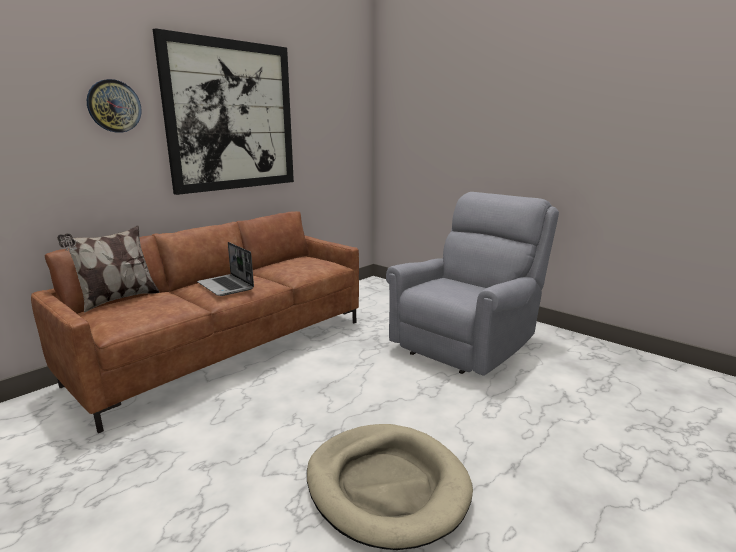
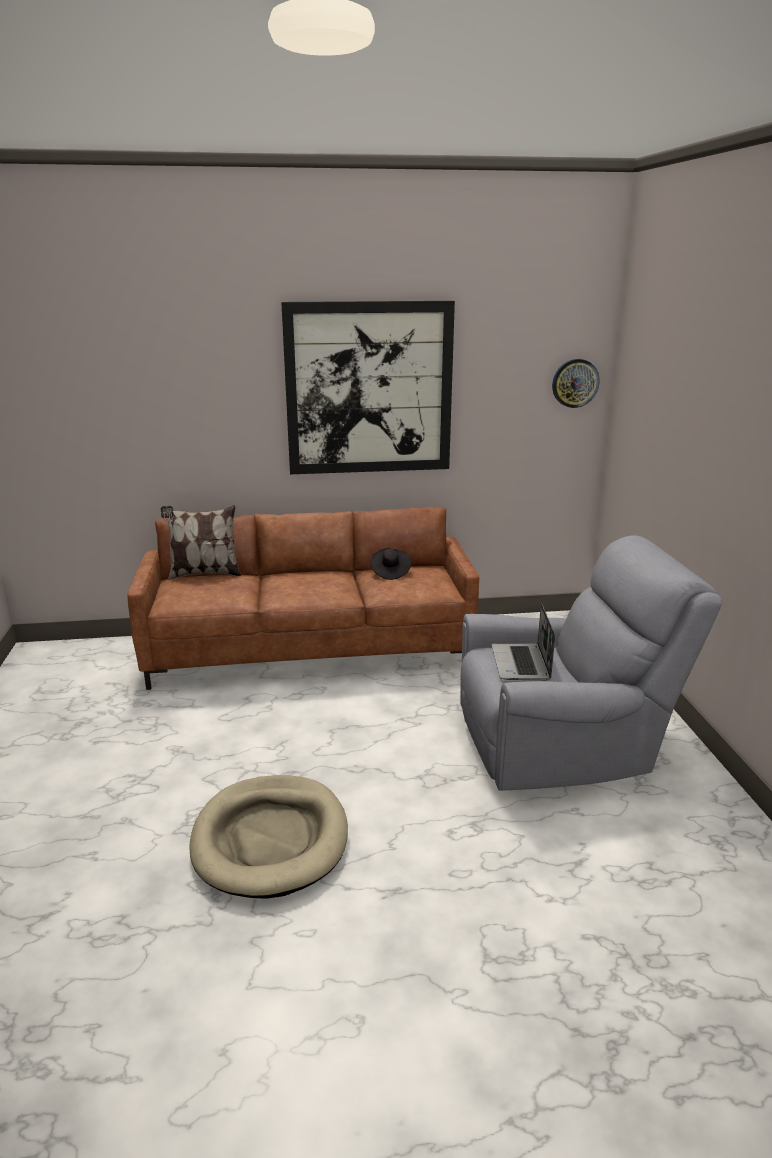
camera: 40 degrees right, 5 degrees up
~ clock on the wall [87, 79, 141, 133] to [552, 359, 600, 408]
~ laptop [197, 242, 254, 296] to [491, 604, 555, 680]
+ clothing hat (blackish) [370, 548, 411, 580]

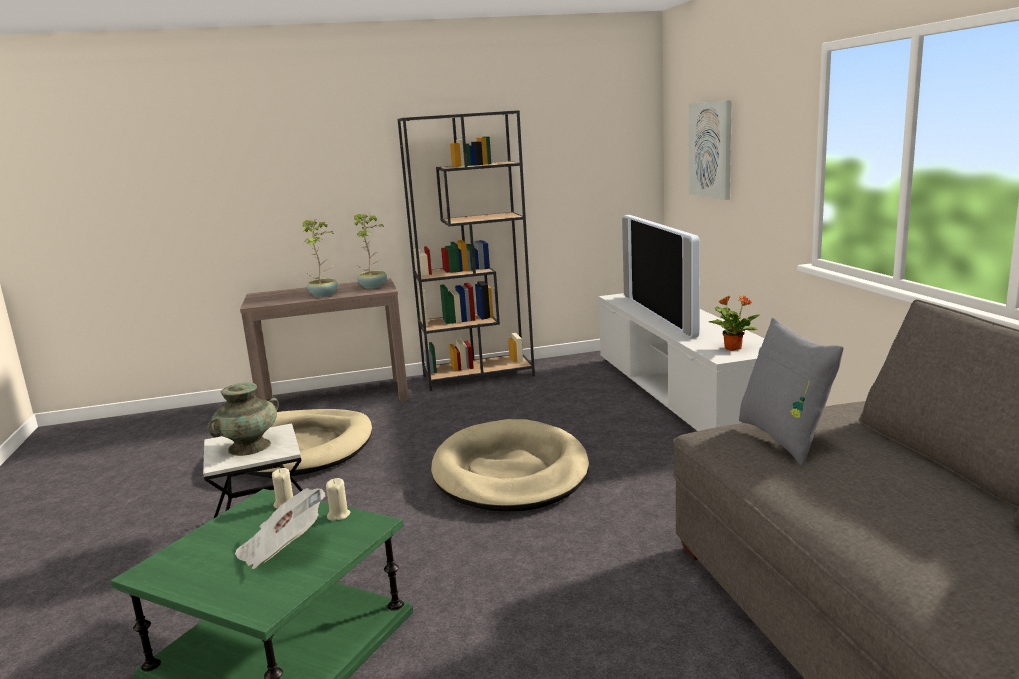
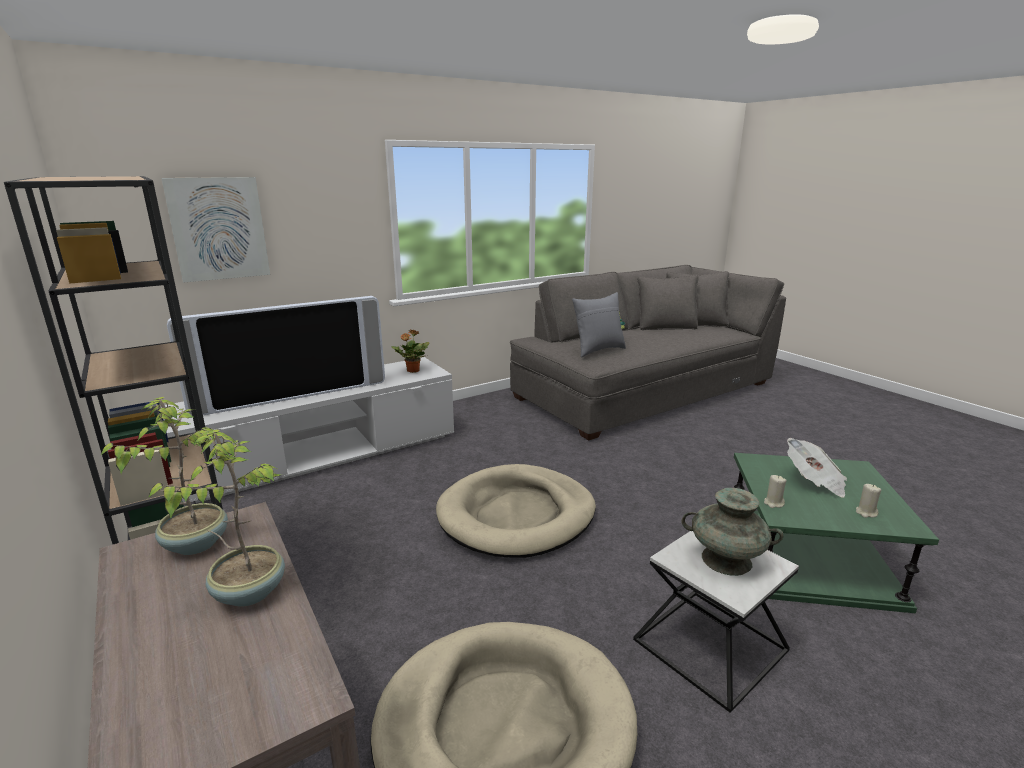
camera: 110 degrees left, 5 degrees up
~ wax candle (sand-coloured) [326, 478, 350, 521] to [856, 484, 882, 518]

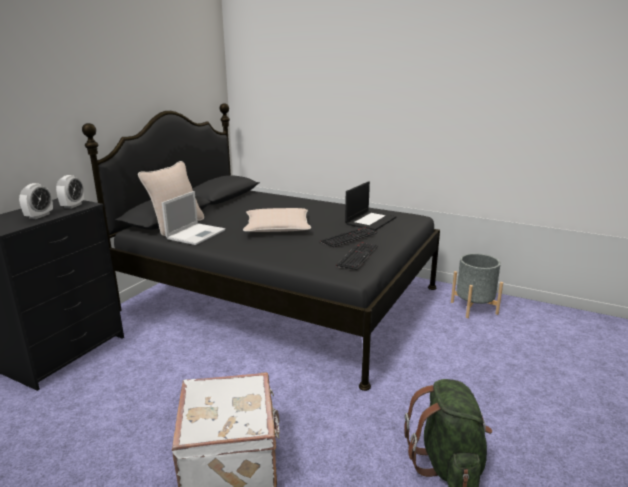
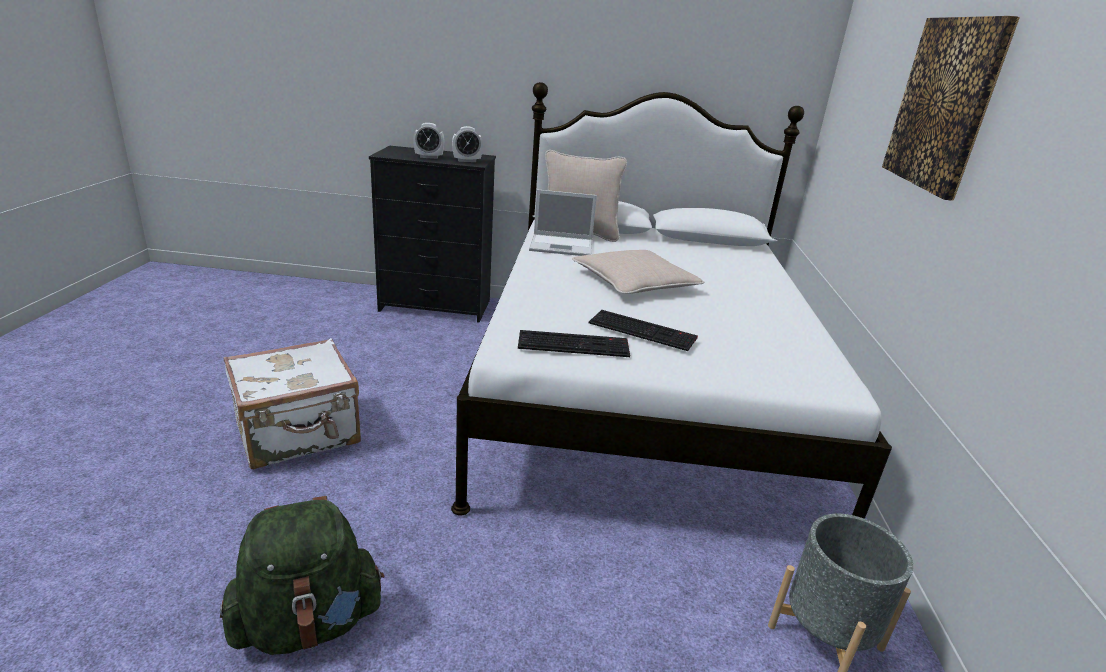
camera: 65 degrees right, 5 degrees up
~ sleeping bed (blackish) [82, 103, 440, 391] to sleeping bed (white-coloured) [451, 82, 892, 519]
- laptop [345, 181, 396, 231]
+ picture [882, 16, 1020, 201]

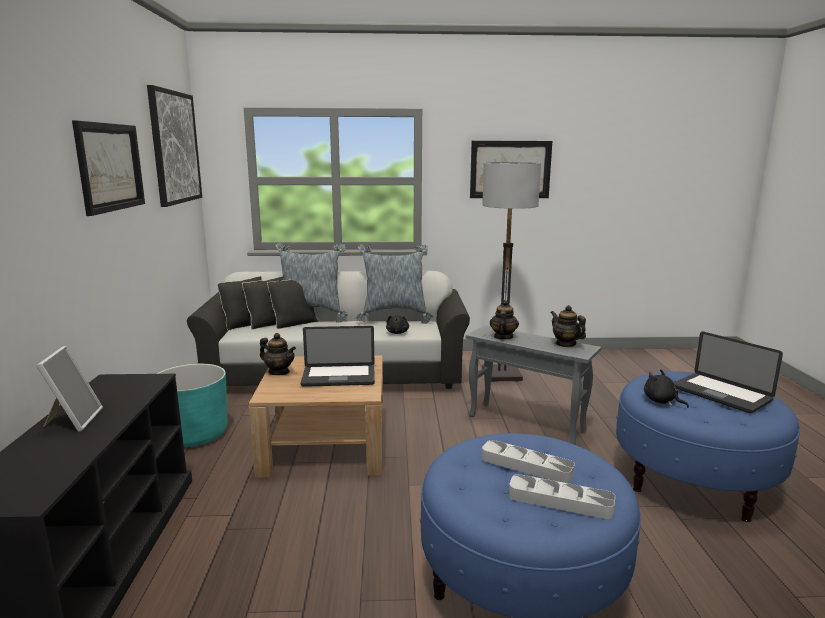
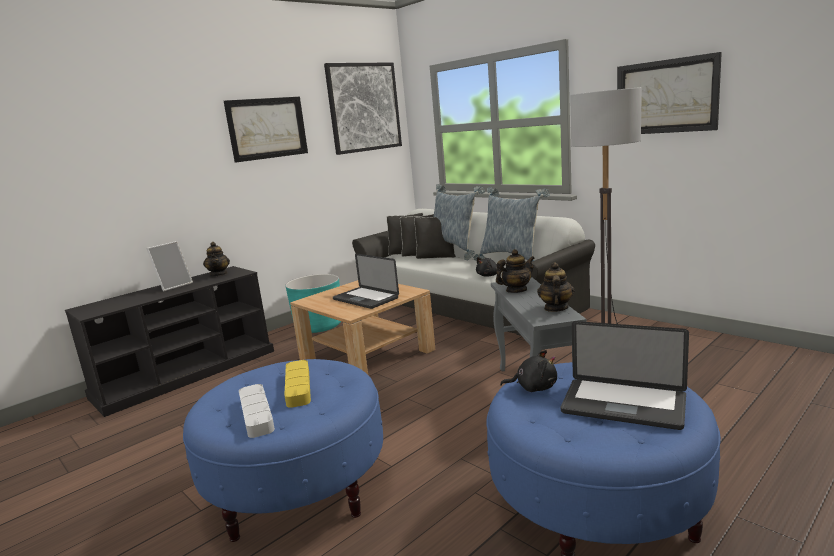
camera: 50 degrees right, 0 degrees up
~ laptop [674, 331, 783, 413] = [561, 321, 689, 430] 75 degrees counterclockwise
~ pot for tea [260, 333, 296, 375] to [203, 242, 230, 276]
~ soft toy (blackish) [644, 369, 689, 408] = [500, 350, 557, 392] 90 degrees clockwise
~ serving tray (greyish) [482, 440, 575, 483] to serving tray (yellow) [284, 360, 311, 408]

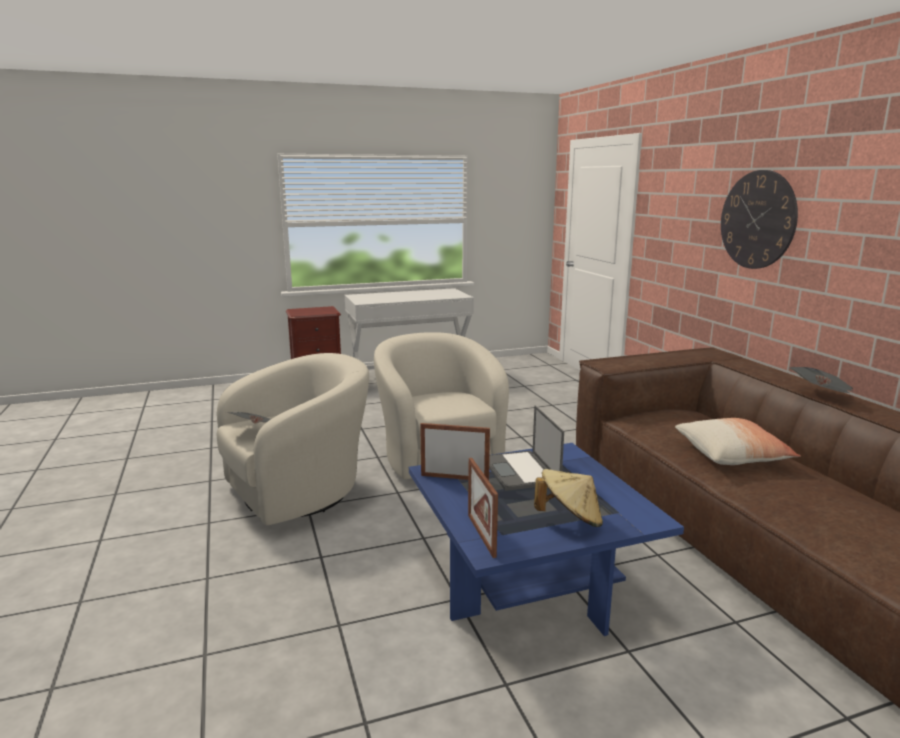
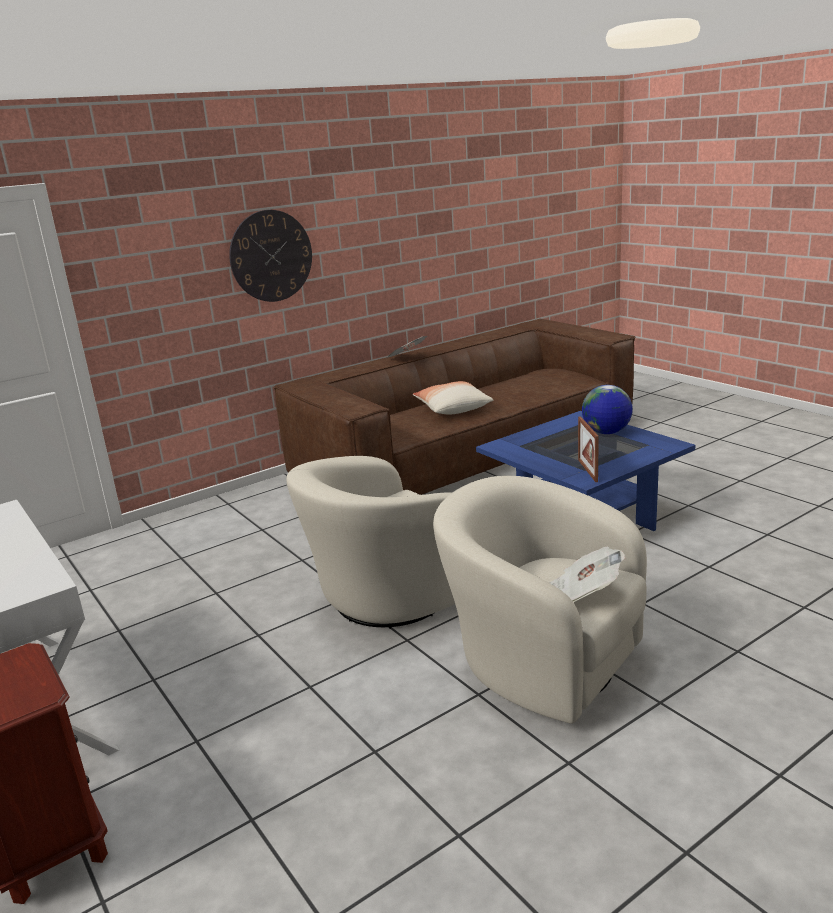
camera: 105 degrees left, 5 degrees up
- laptop [489, 406, 564, 491]
- picture frame [468, 458, 498, 558]
~ clothing hat (sand-coloured) [534, 469, 603, 527] to desk globe [582, 385, 633, 434]

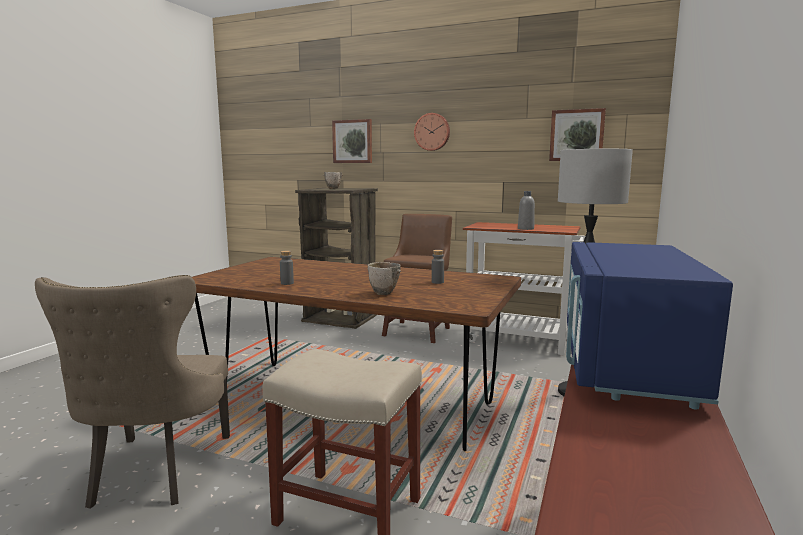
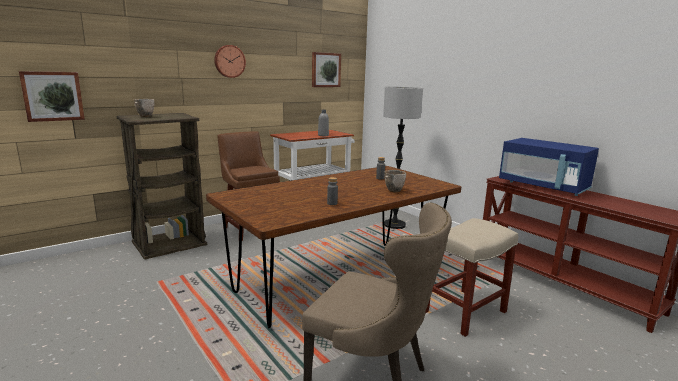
camera: 60 degrees left, 5 degrees up
~ picture [332, 119, 372, 163] to [19, 71, 85, 122]

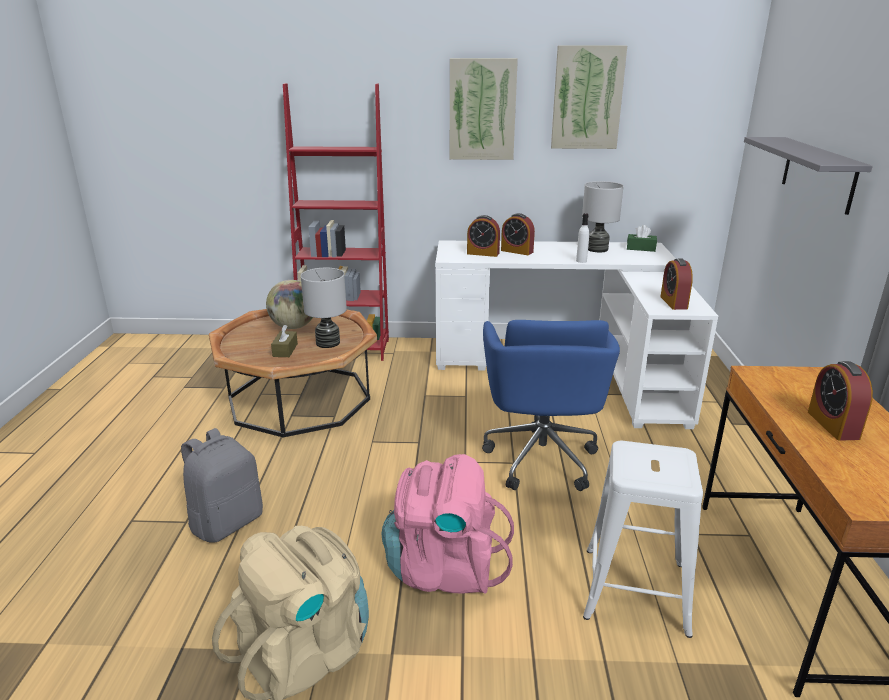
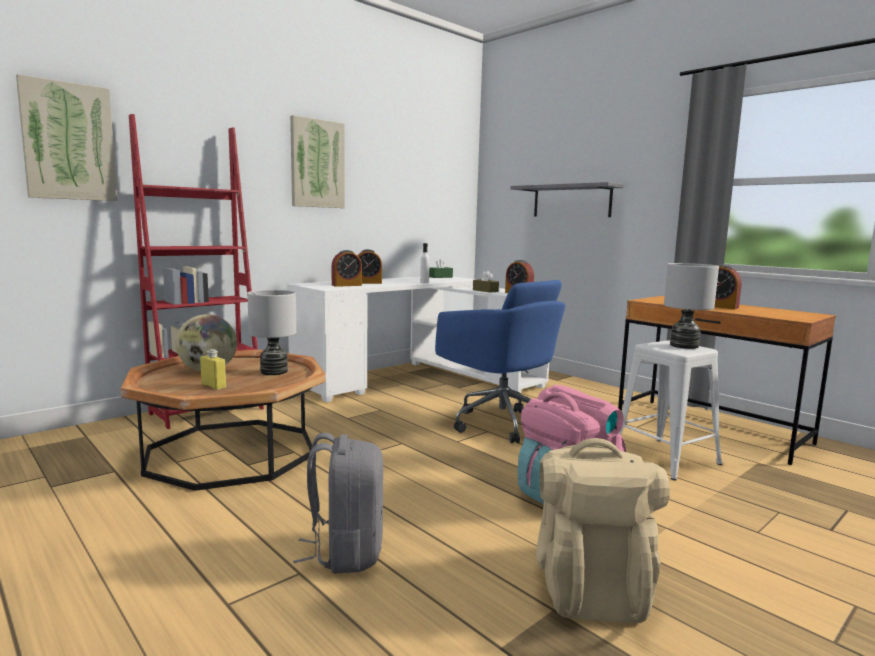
camera: 45 degrees left, 15 degrees down
~ picture [551, 46, 627, 149] to [16, 74, 118, 201]
~ lamp for a table (greyish) [582, 181, 624, 252] to [664, 263, 719, 349]
~ box of tissues (brown) [271, 325, 298, 357] to [473, 270, 499, 293]
+ drink bottle (yellow) [200, 349, 226, 390]

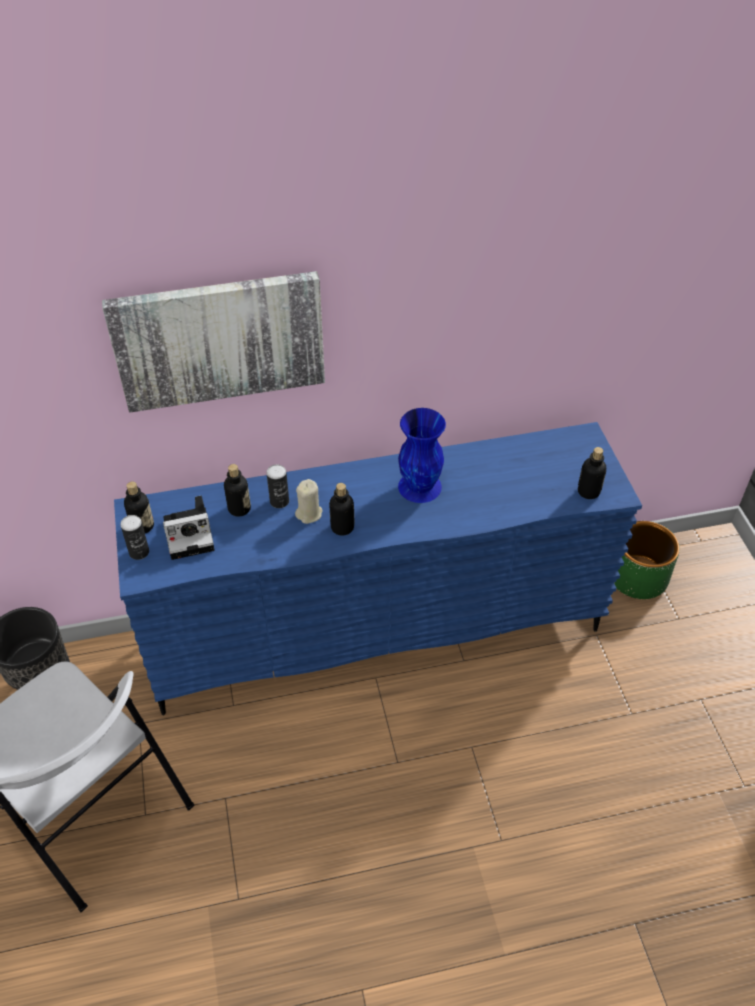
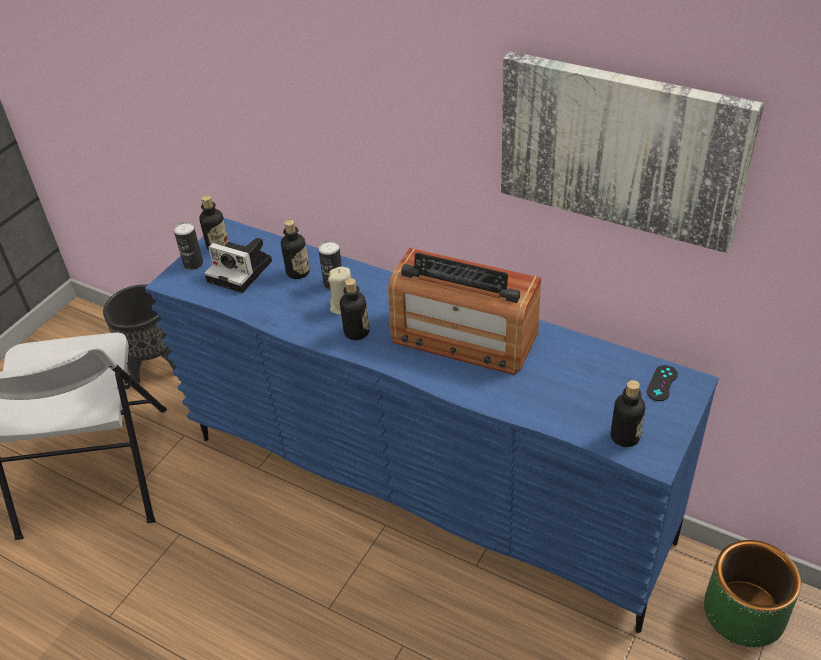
camera: 45 degrees right, 5 degrees down
~ picture [102, 271, 325, 413] to [501, 51, 764, 253]
~ flower vase (blue) [398, 408, 446, 503] to radio [388, 248, 541, 375]
+ joypad (blackish) [646, 365, 678, 401]

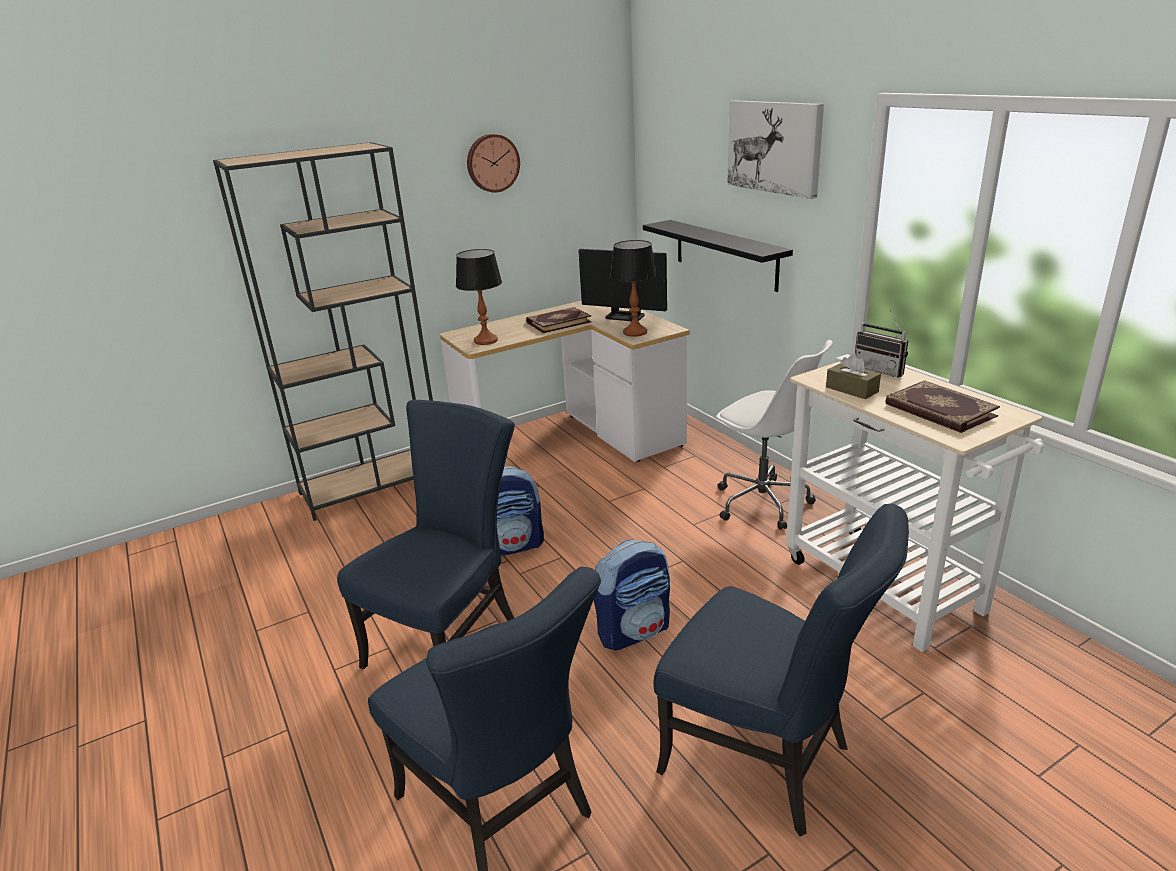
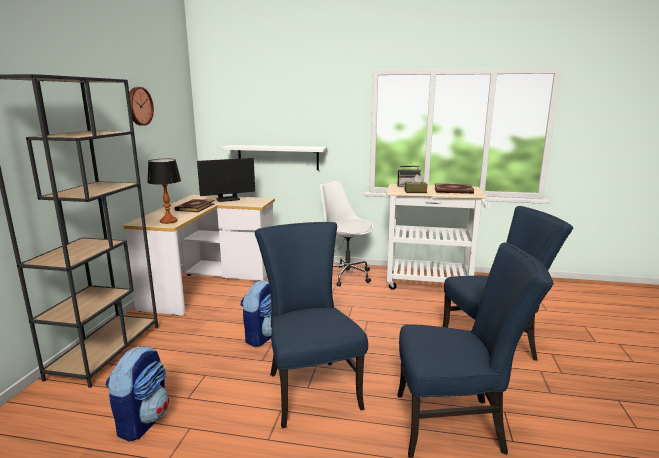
camera: 50 degrees left, 10 degrees down
- picture [727, 100, 824, 199]
~ bracket shelf (blackish) [643, 220, 793, 292] to bracket shelf (white-coloured) [222, 145, 327, 170]
- lamp for a table [610, 240, 657, 337]
~ office chair (white-coloured) [716, 340, 833, 530] = [319, 181, 374, 287] 135 degrees counterclockwise
~ backpack [594, 539, 670, 650] to [106, 346, 169, 442]

